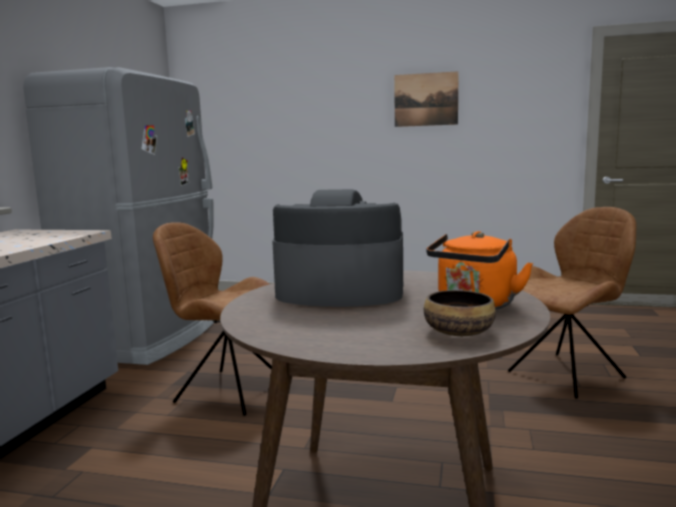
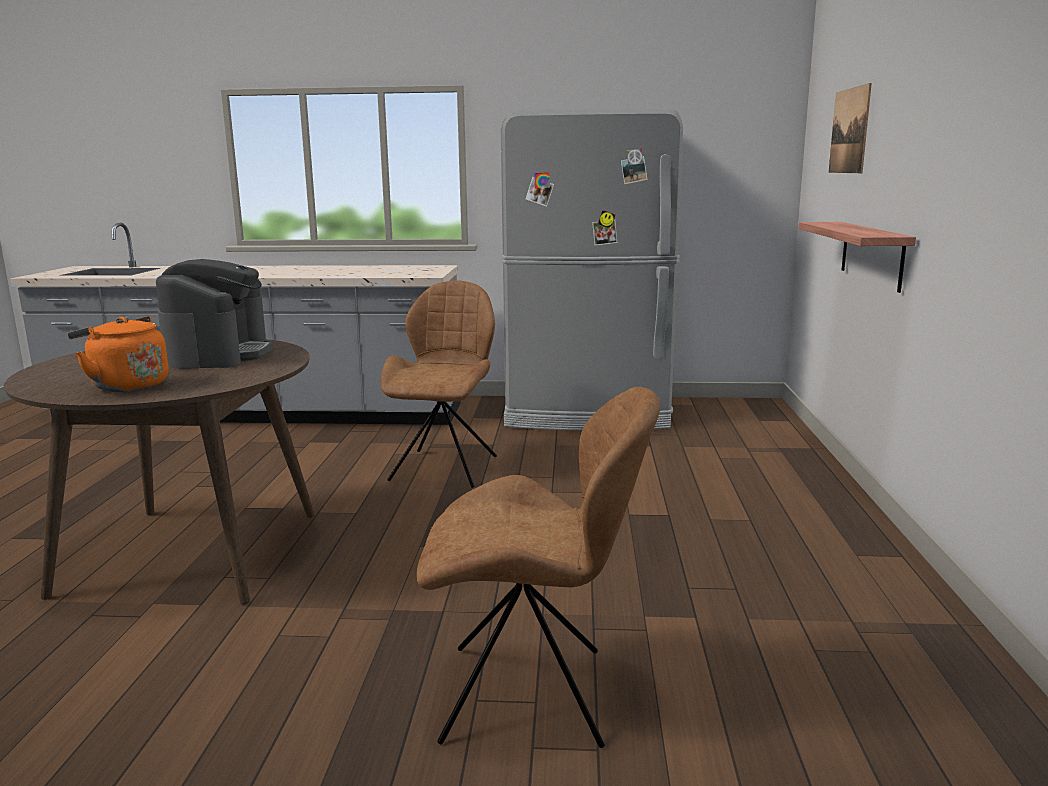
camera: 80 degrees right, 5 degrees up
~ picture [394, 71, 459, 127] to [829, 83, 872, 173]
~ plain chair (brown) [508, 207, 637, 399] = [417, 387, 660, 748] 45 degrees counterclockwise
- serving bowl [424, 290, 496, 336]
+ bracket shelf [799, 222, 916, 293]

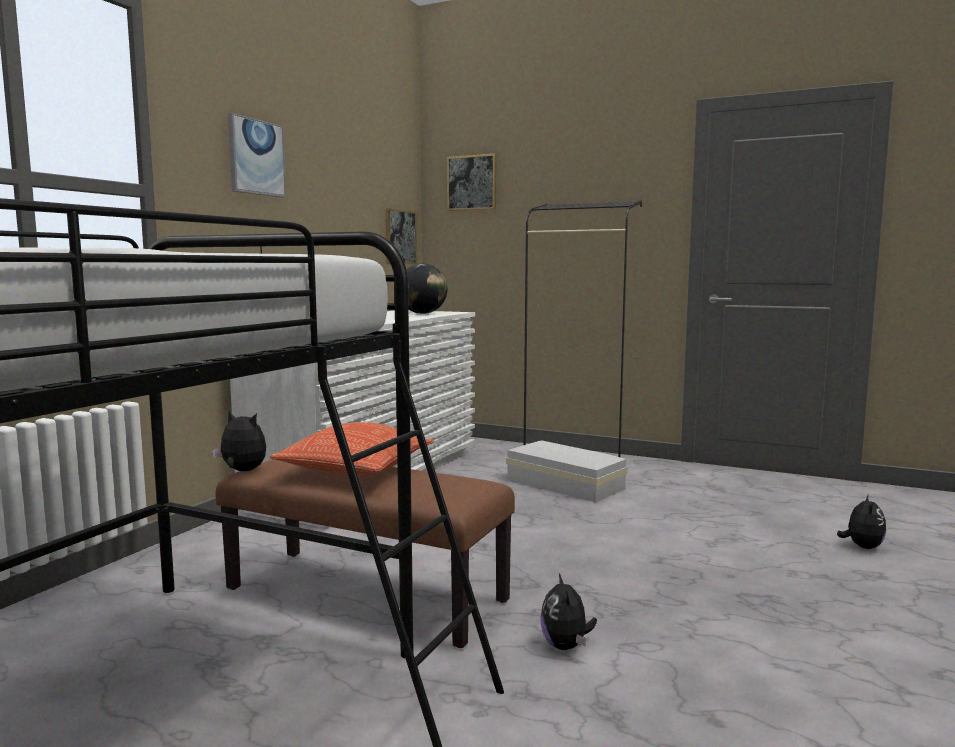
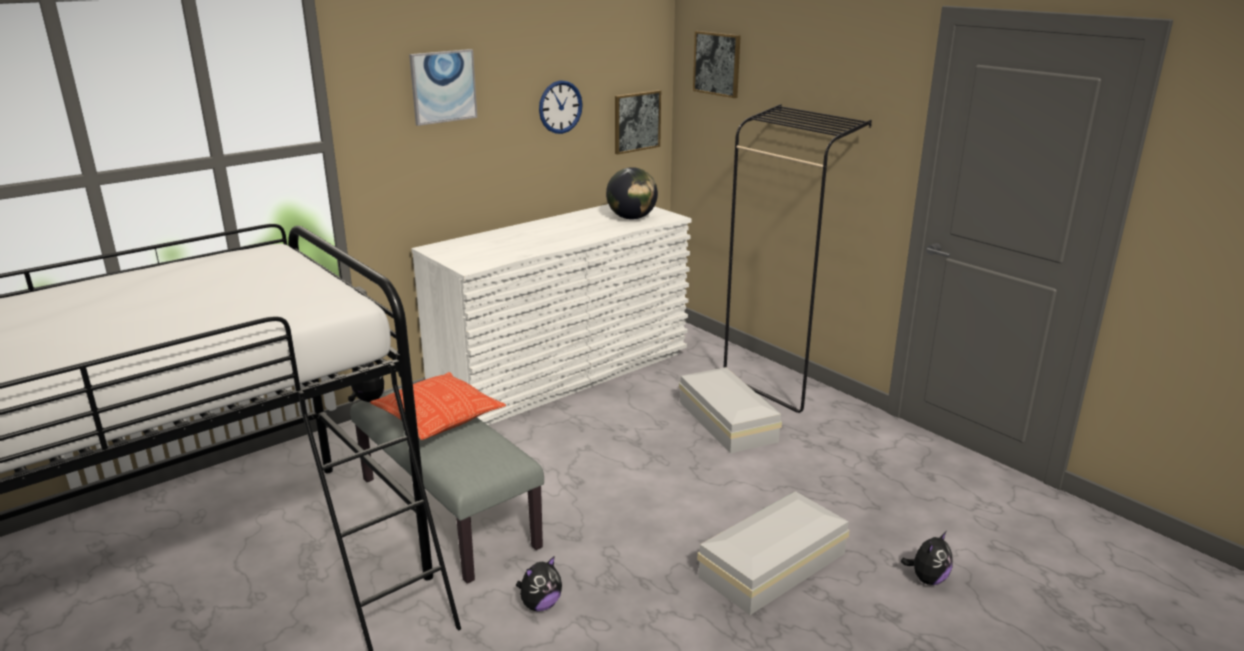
camera: 25 degrees right, 15 degrees up
~ indoor bench (brown) [215, 459, 515, 648] to indoor bench (greyish) [350, 383, 544, 584]
~ soft toy [541, 573, 597, 650] = [516, 557, 562, 611] 150 degrees counterclockwise
+ clock on the wall [539, 80, 583, 134]
+ storage bin (white-coloured) [697, 491, 850, 615]

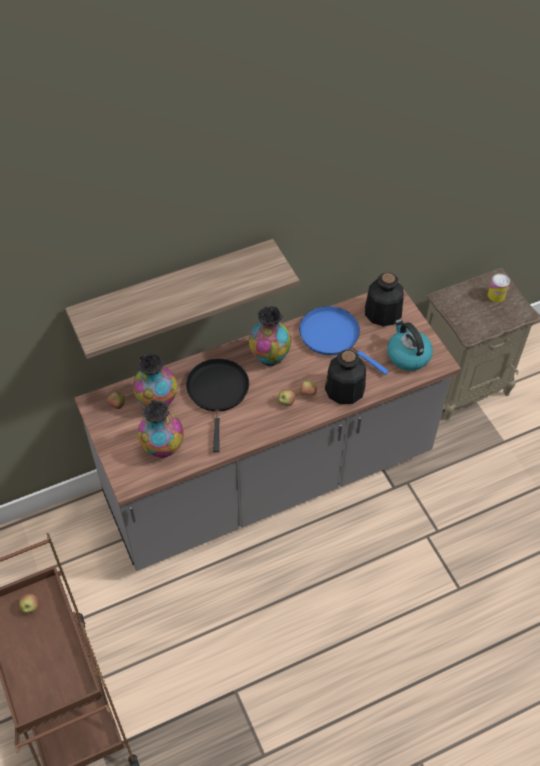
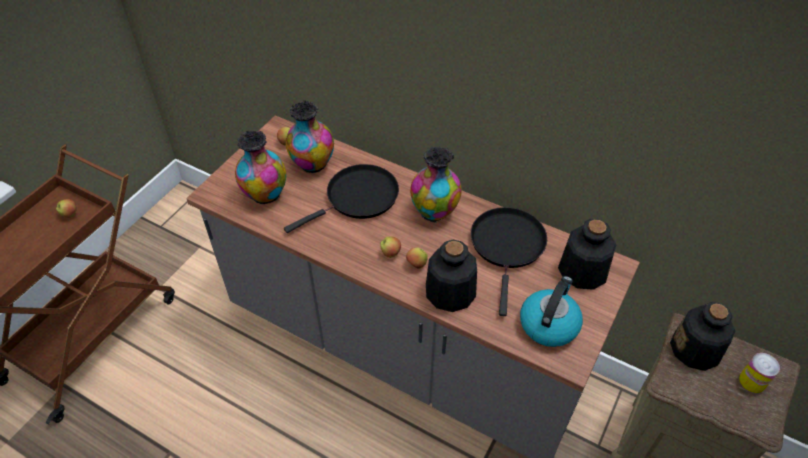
camera: 55 degrees right, 5 degrees down
- bracket shelf [65, 239, 300, 359]
~ skillet (blue) [299, 306, 389, 375] to skillet (blackish) [471, 207, 547, 316]
+ drink bottle [670, 302, 735, 371]

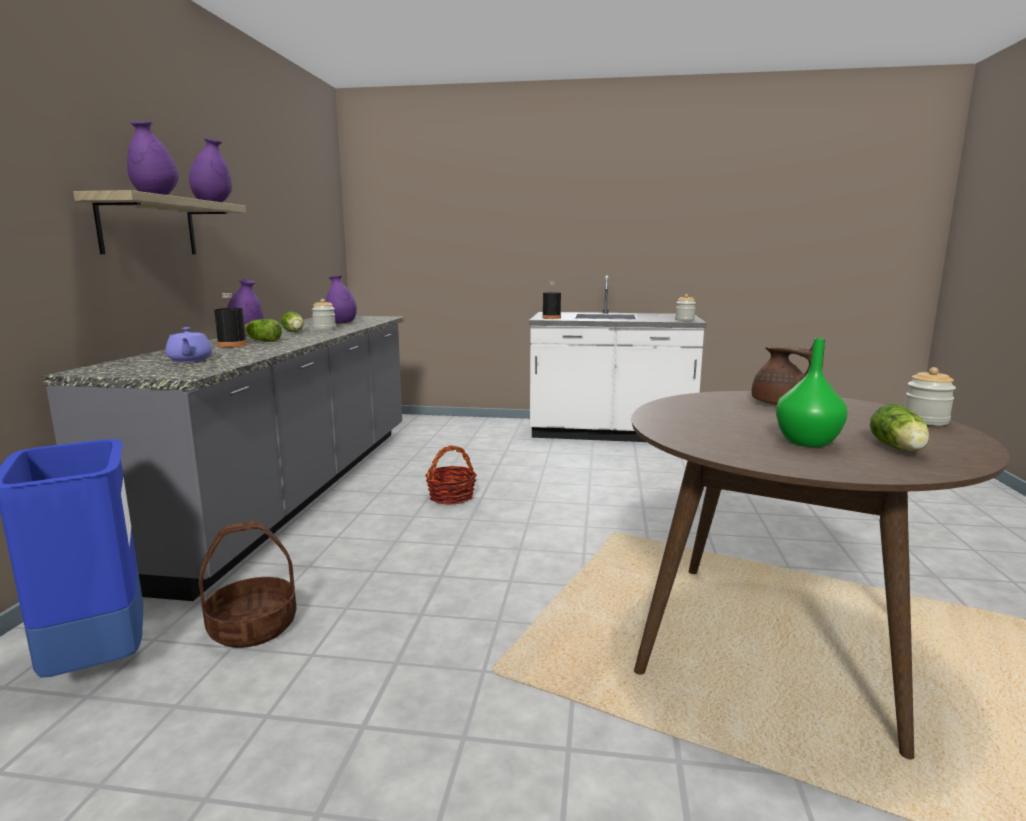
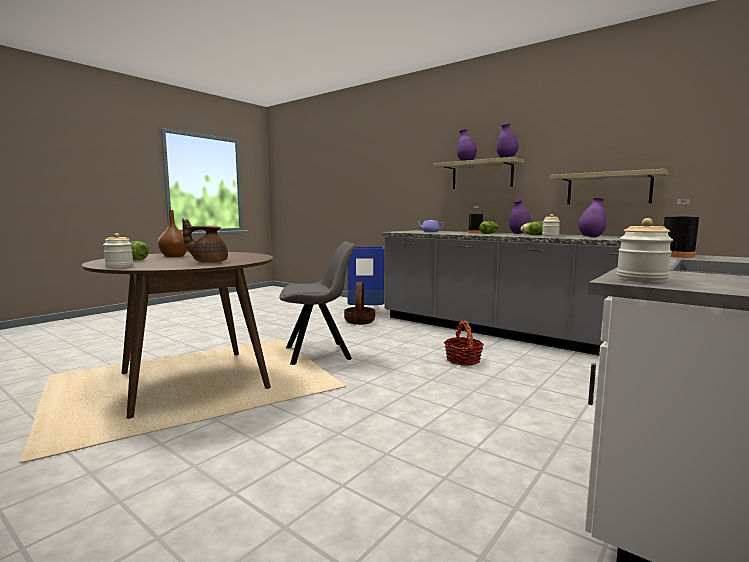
camera: 120 degrees right, 5 degrees down
~ flower vase (greenish) [776, 338, 848, 447] to flower vase (brown) [158, 210, 187, 257]
+ bracket shelf [550, 169, 669, 204]
+ plain chair (greyish) [280, 241, 356, 365]

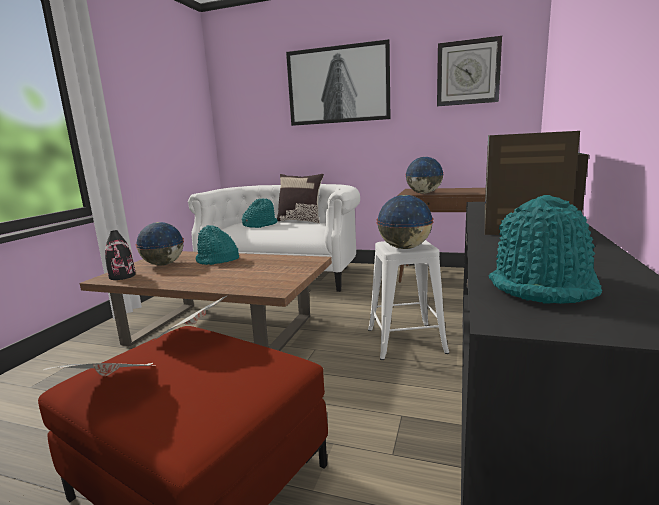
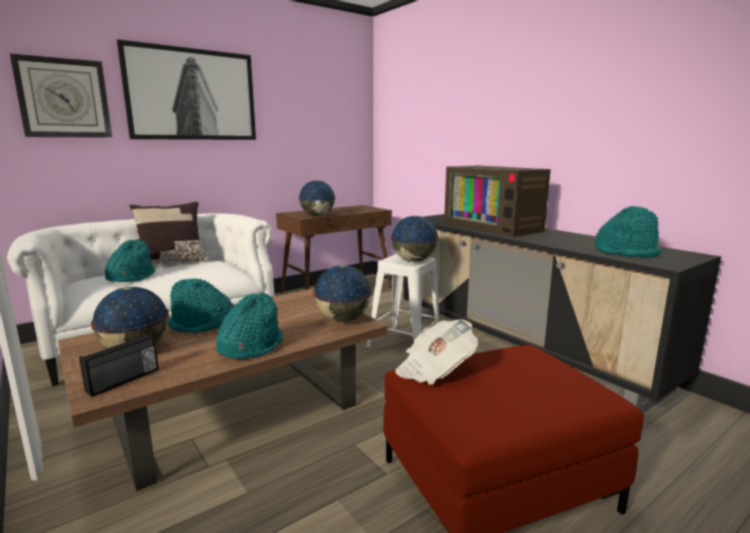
camera: 55 degrees left, 0 degrees up
~ clock on the wall [437, 36, 502, 106] to [10, 53, 112, 138]
~ flower vase (blackish) [105, 230, 136, 280] to radio [79, 334, 159, 397]
- newspaper [43, 363, 156, 376]
+ desk globe [313, 265, 372, 322]
+ clothing hat (turquoise) [216, 293, 283, 359]

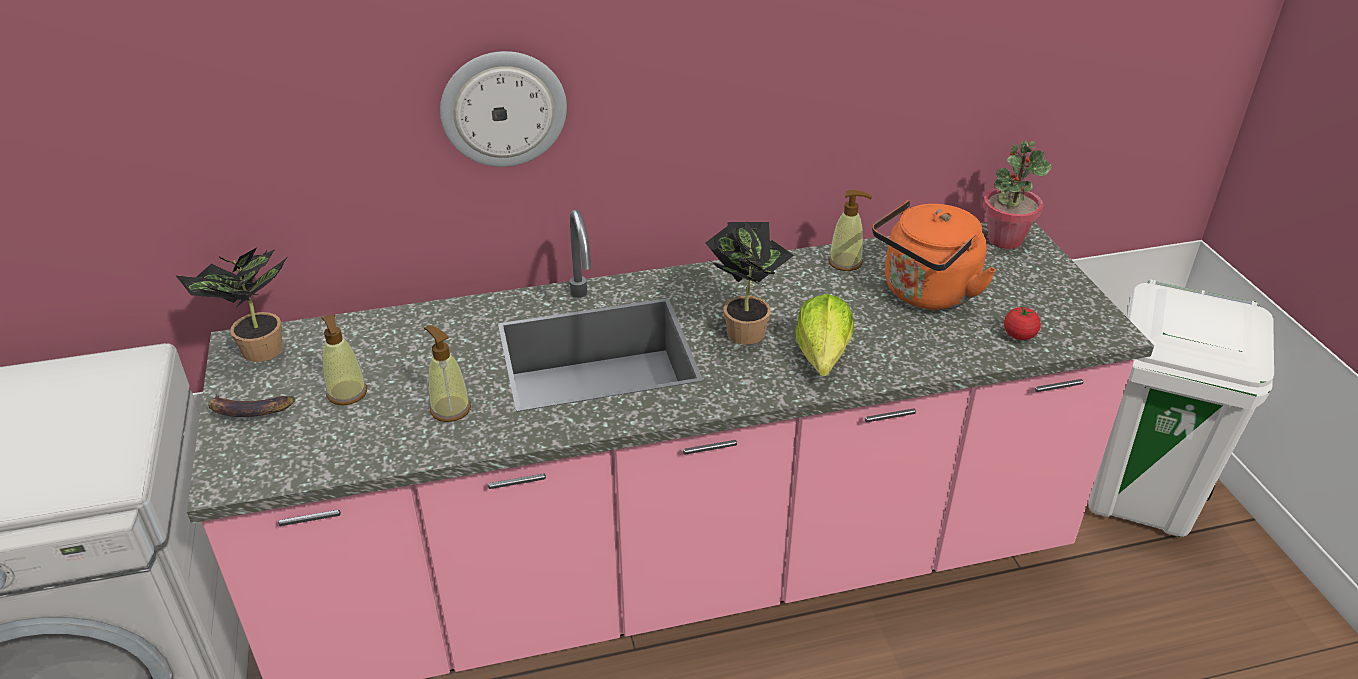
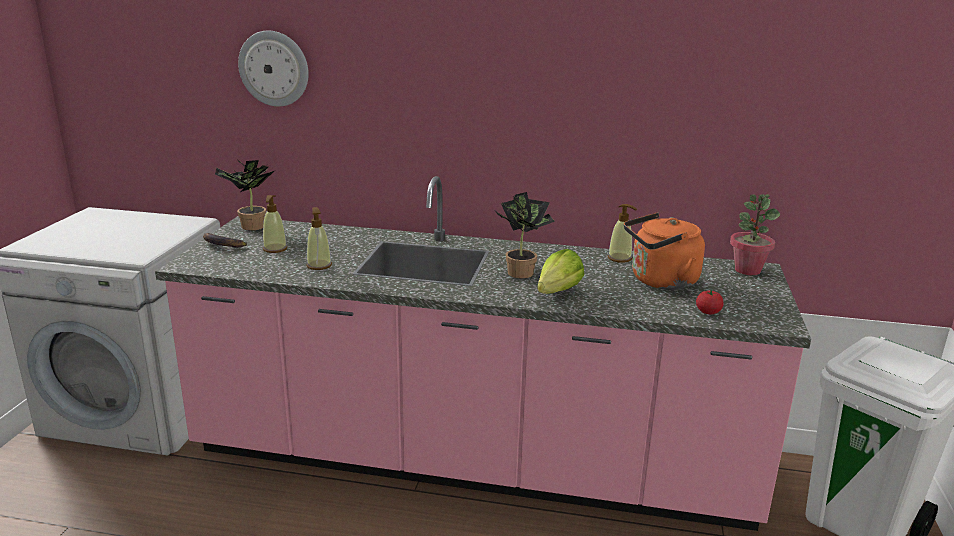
camera: 25 degrees right, 15 degrees down
~ clock on the wall [440, 51, 567, 167] to [238, 31, 309, 107]

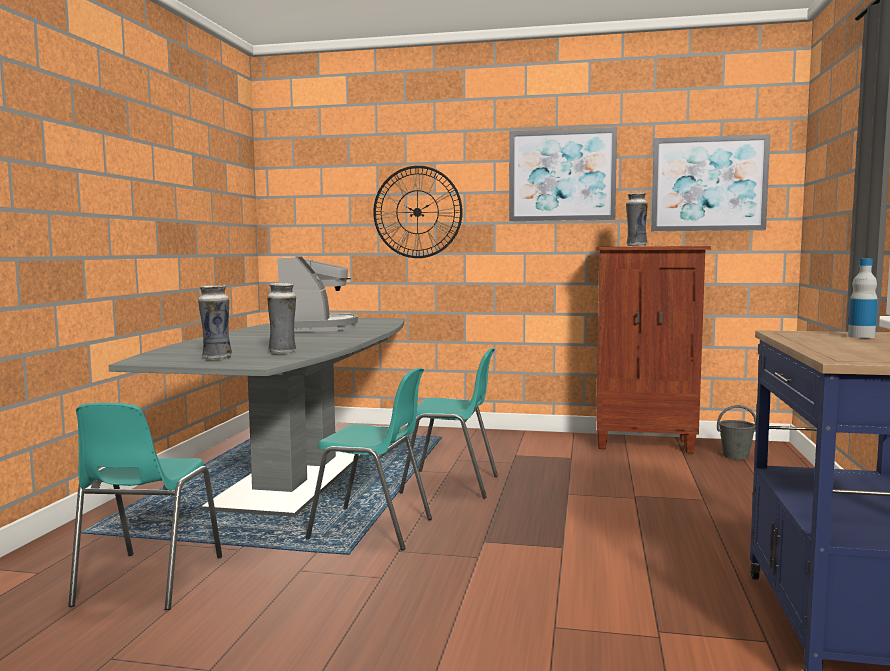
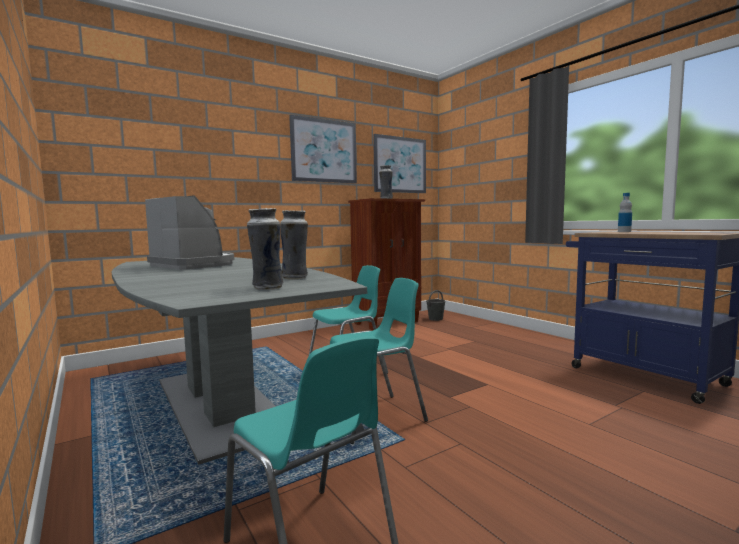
camera: 45 degrees left, 0 degrees up
- clock on the wall [373, 166, 463, 258]

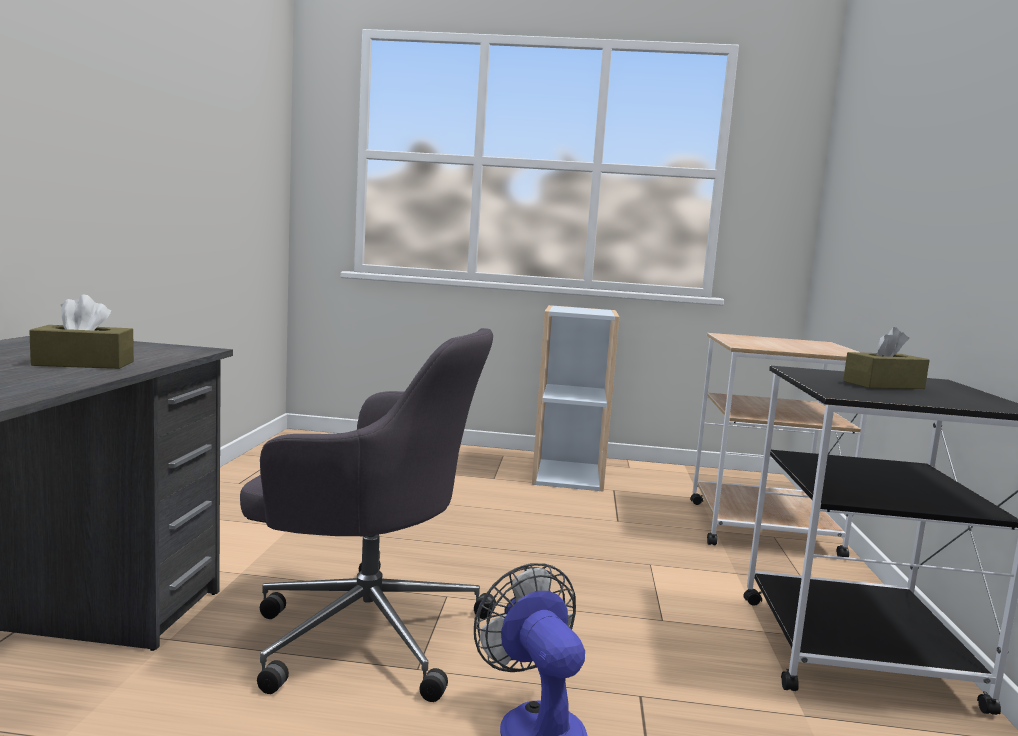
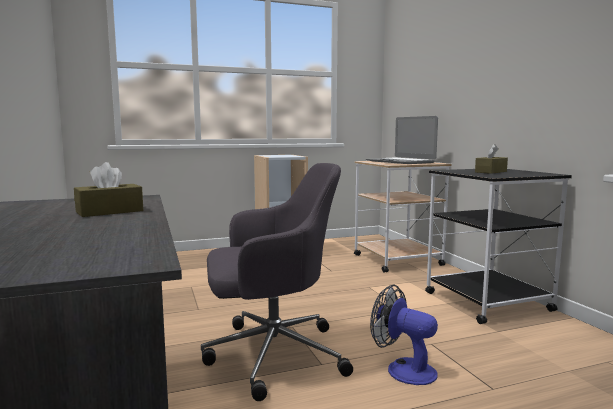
camera: 25 degrees left, 0 degrees up
+ laptop [366, 116, 438, 164]

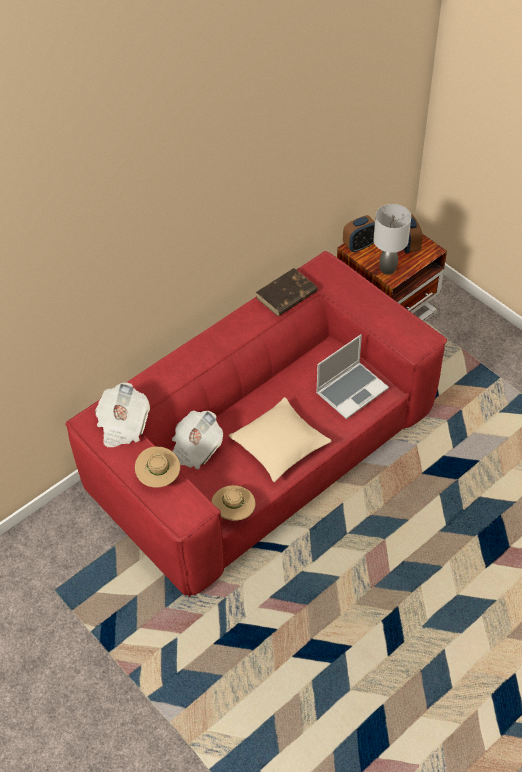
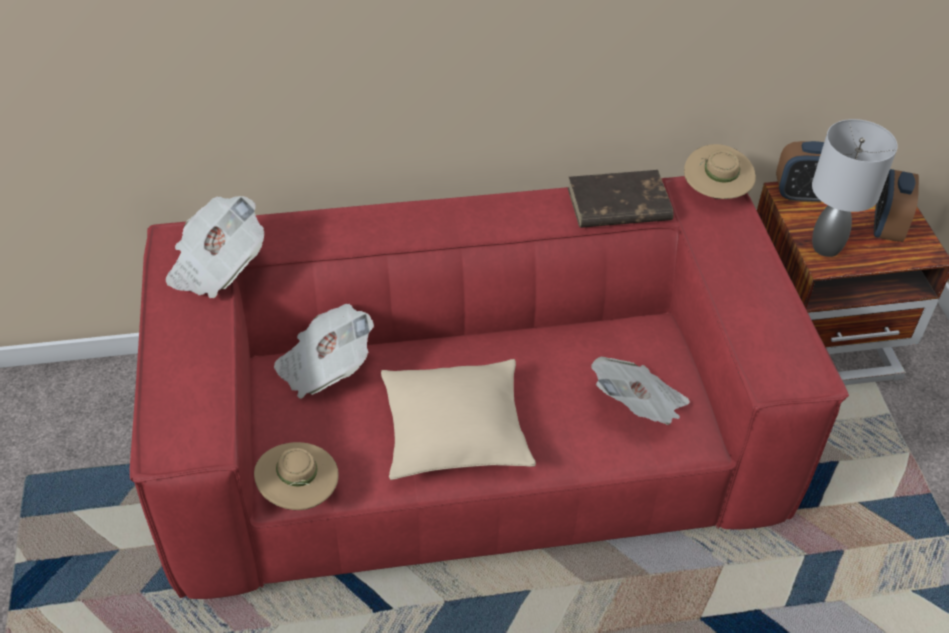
camera: 30 degrees right, 5 degrees down
~ laptop [316, 334, 389, 419] to newspaper [591, 357, 690, 425]
~ clothing hat (sand-coloured) [135, 446, 180, 488] to [684, 144, 756, 199]

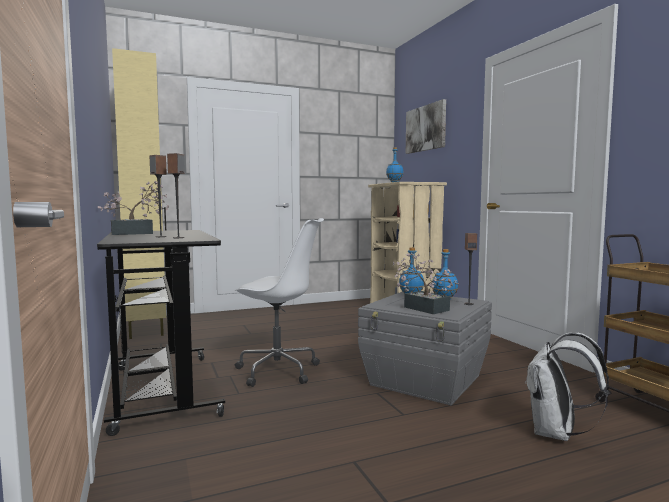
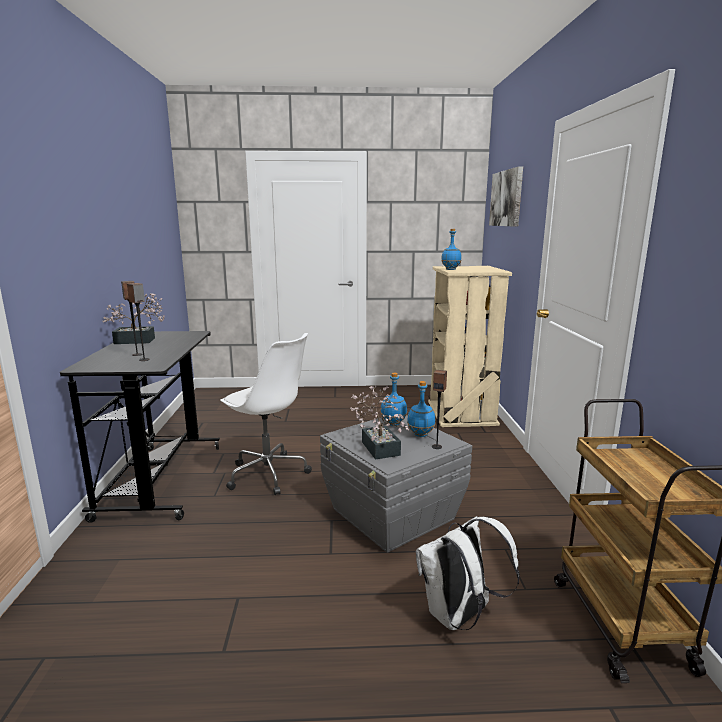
camera: 20 degrees right, 10 degrees up
- cabinet (sand-coloured) [112, 48, 166, 339]

